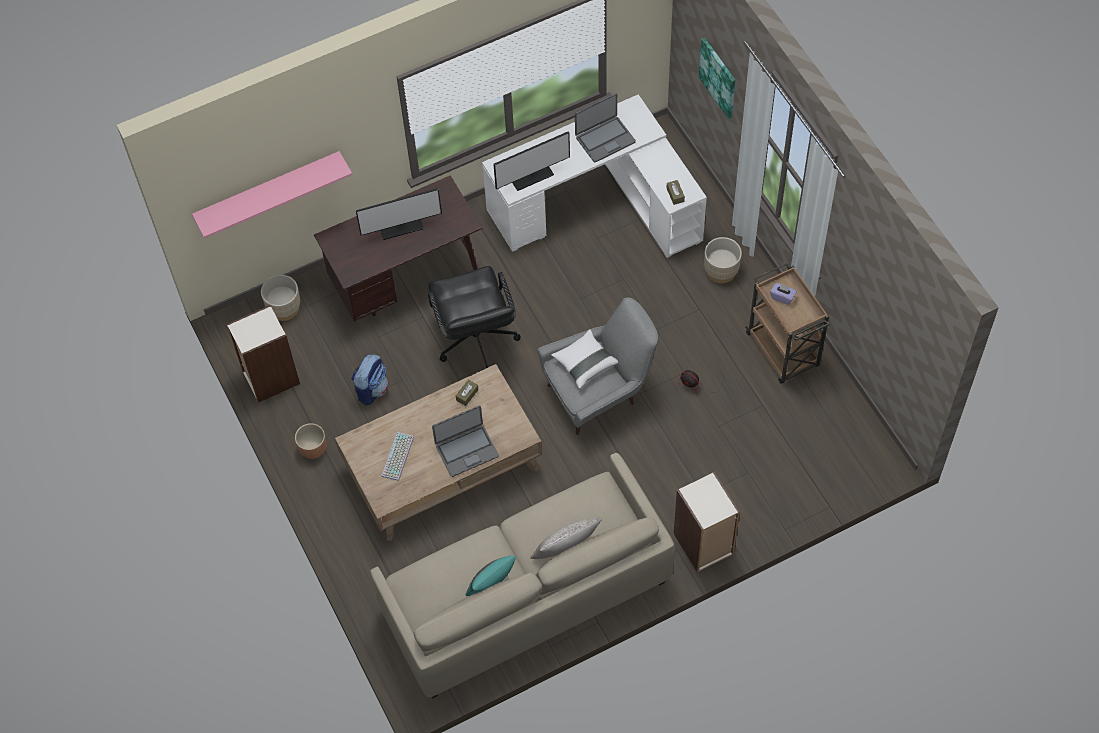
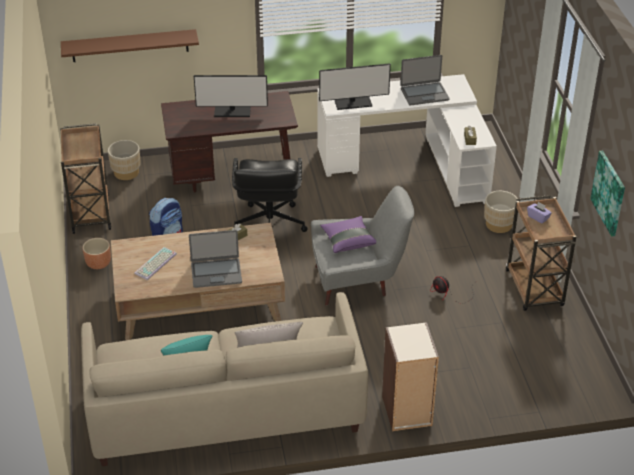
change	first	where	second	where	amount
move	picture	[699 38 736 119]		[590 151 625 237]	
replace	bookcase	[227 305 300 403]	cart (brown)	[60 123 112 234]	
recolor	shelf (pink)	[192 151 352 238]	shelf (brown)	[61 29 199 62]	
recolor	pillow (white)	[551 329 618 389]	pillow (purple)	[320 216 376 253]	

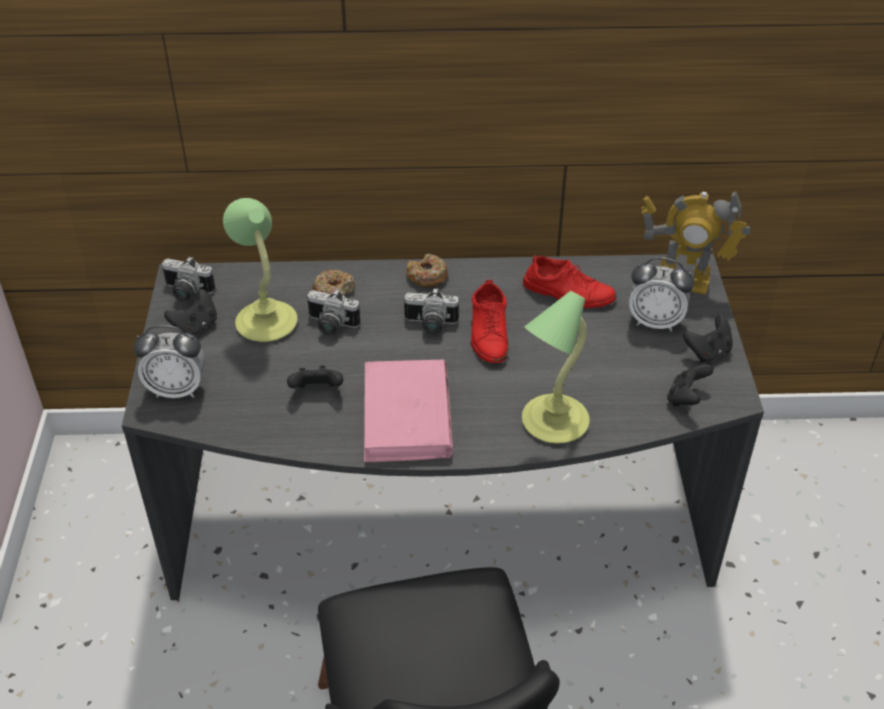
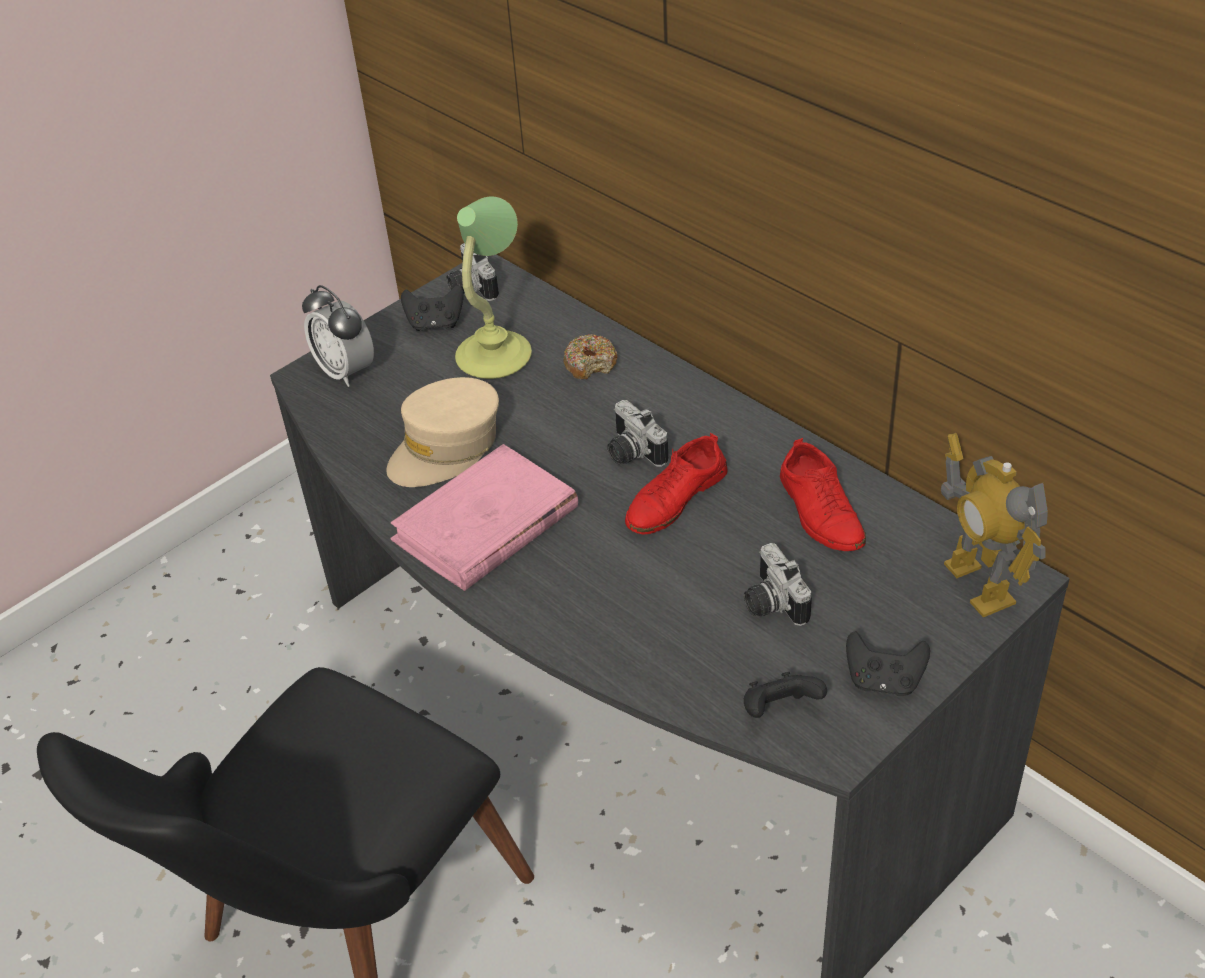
change	first	where	second	where	amount
delete	donut	[406 254 448 288]			
delete	table lamp	[522 291 590 444]			
delete	alarm clock	[629 258 694 332]			
move	photo camera	[307 289 360 336]		[744 543 812 626]	
replace	game controller (black)	[287 366 343 388]	cap (beige)	[386 377 499 487]	

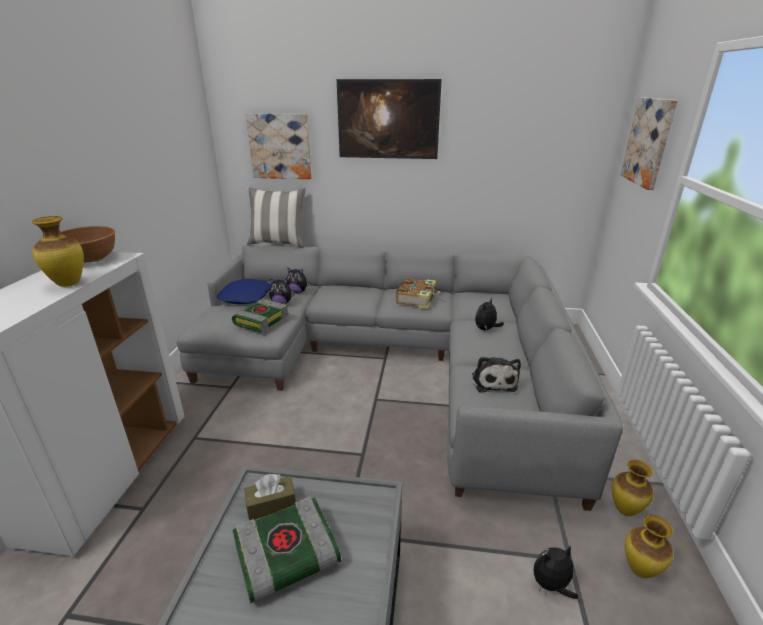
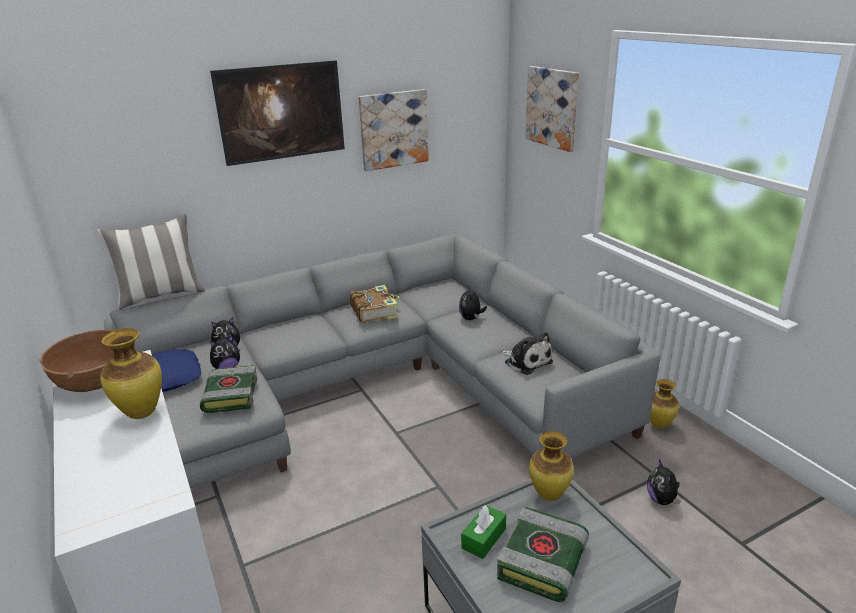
change	first	where	second	where	amount
move	picture	[246 113 312 179]		[358 89 429 171]	
move	vase	[625 515 673 578]		[529 431 574 501]	
recolor	tissue box (brown)	[245 474 296 520]	tissue box (green)	[461 505 506 559]	
rotate	plush toy	[534 546 578 599]		[647 460 681 505]	45 degrees counterclockwise

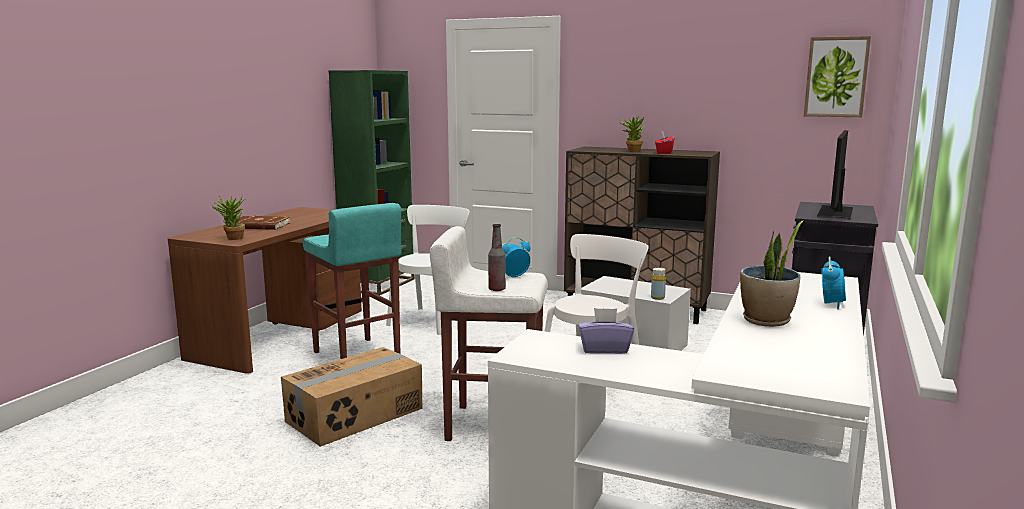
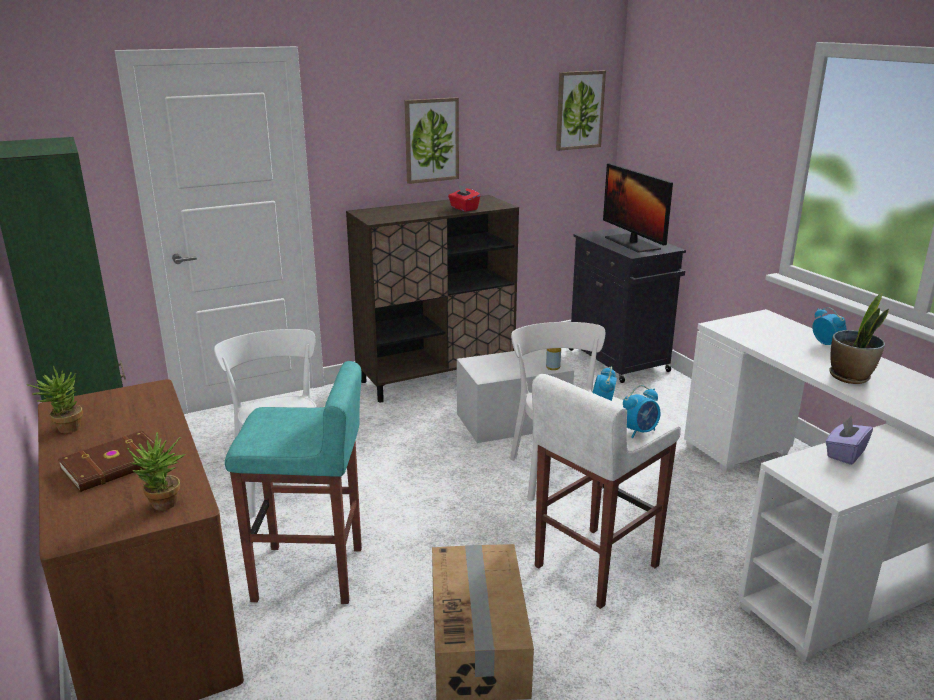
change	first	where	second	where	amount
insert			picture	[404 97 459 184]	
move	potted plant	[619 115 645 152]		[27 366 83 433]	
replace	bottle	[488 224 506 291]	alarm clock	[623 385 661 438]	

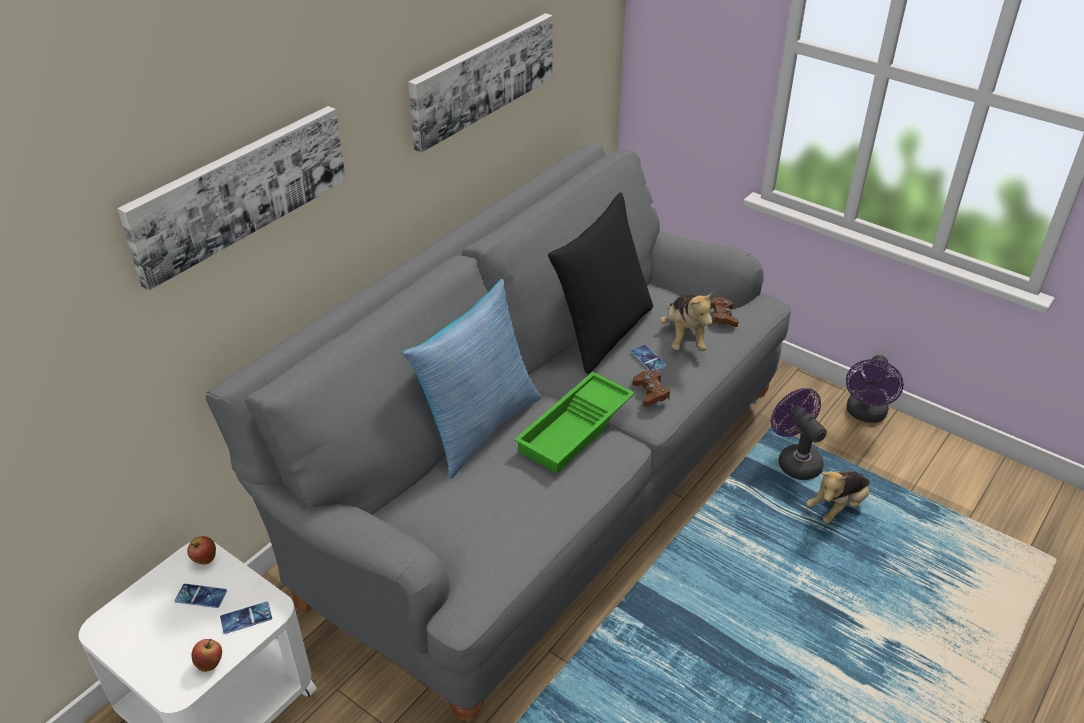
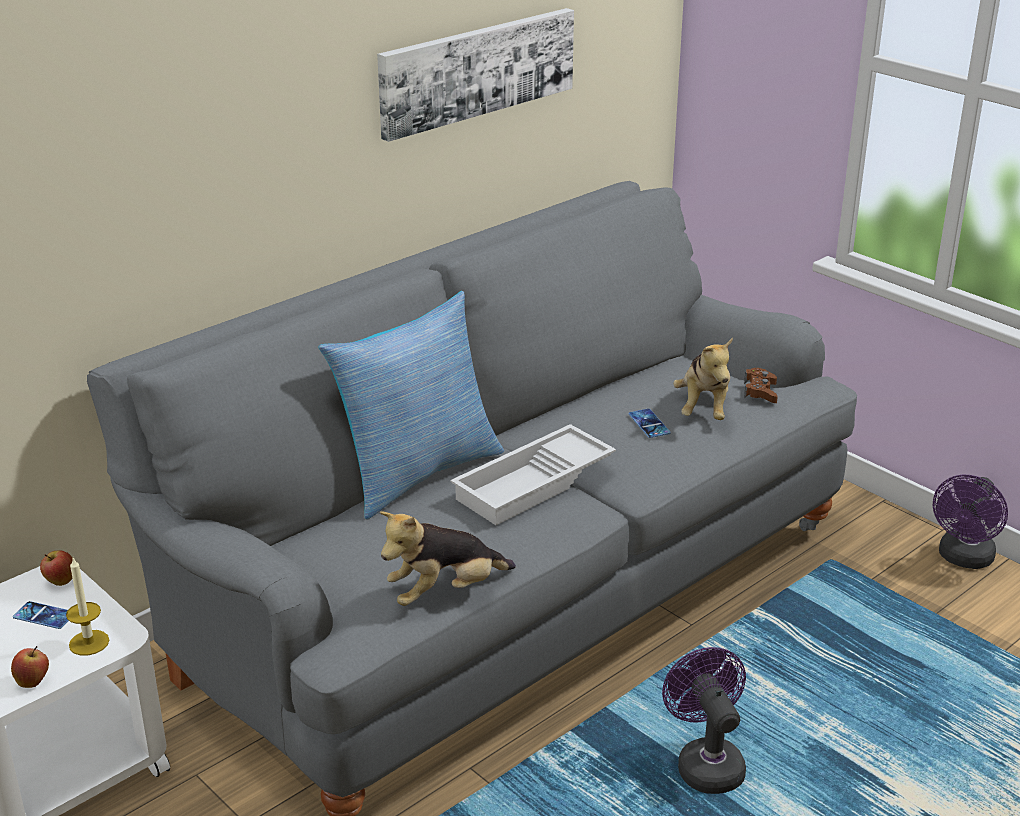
change	first	where	second	where	amount
delete	picture	[117 106 346 291]			
delete	pillow (black)	[548 193 653 374]			
delete	game controller (brown)	[633 370 670 406]			
move	fan (purple)	[771 388 827 480]		[662 647 746 794]	
move	plush toy	[806 471 870 524]		[380 511 516 606]	
replace	phone	[220 602 272 634]	candle	[66 558 109 656]	
recolor	tray (green)	[514 372 635 474]	tray (white)	[450 424 616 525]	

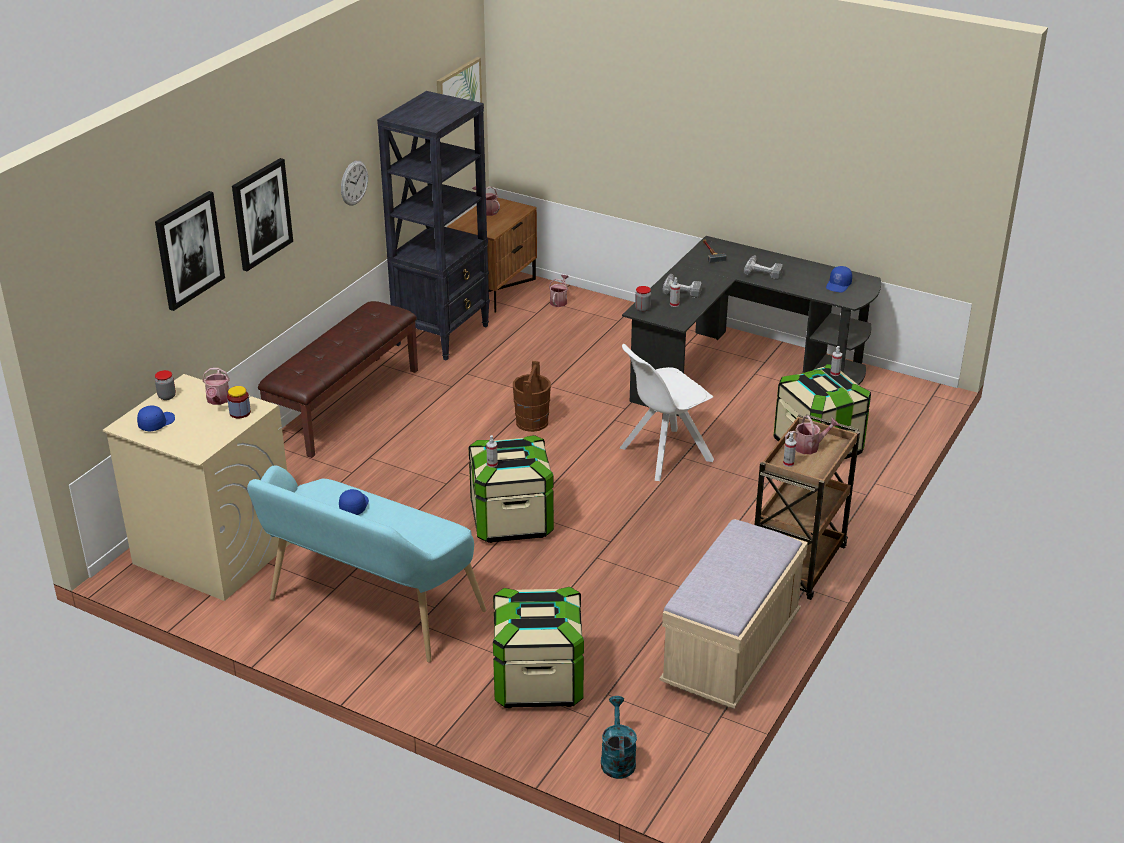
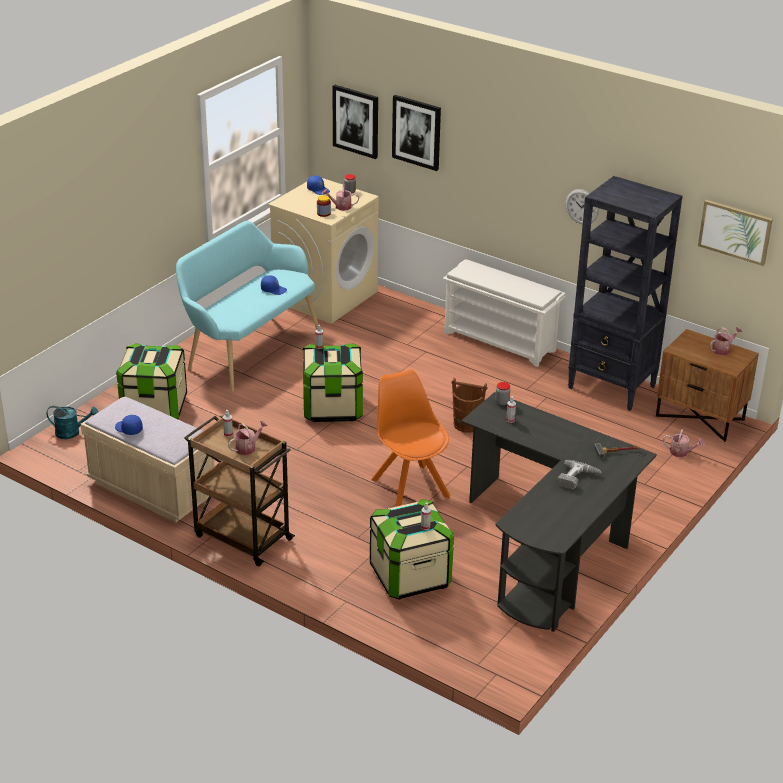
change	first	where	second	where	amount
delete	power drill	[663 274 702 298]			
move	picture	[232 158 293 271]		[332 85 378 159]	
move	cap (blue)	[826 266 852 292]		[115 415 143 435]	
replace	bench (brown)	[258 301 418 458]	shoe rack (white)	[443 259 565 367]	
recolor	chair (white)	[619 344 714 481]	chair (orange)	[371 369 450 507]	
rotate	watering can	[785 415 840 454]		[228 421 268 455]	120 degrees counterclockwise

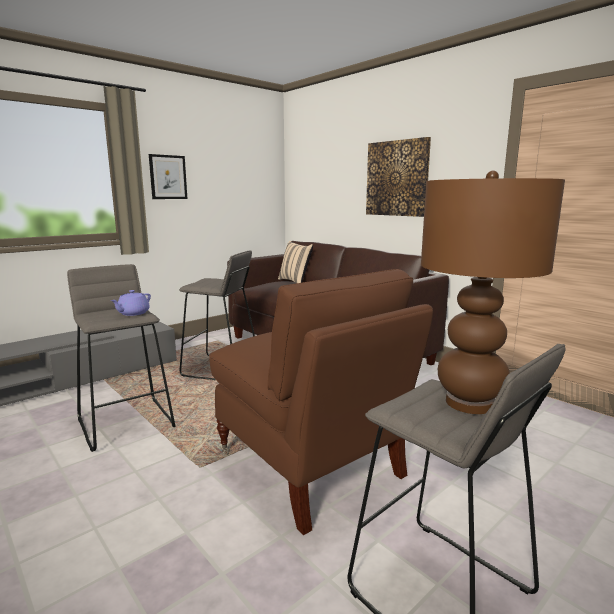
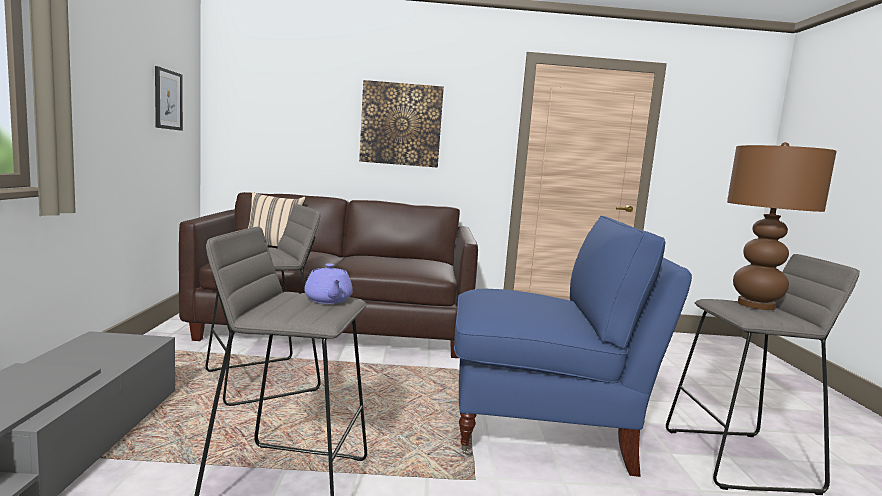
change	first	where	second	where	amount
move	picture	[149 154 187 199]		[155 66 183 131]	
recolor	armchair (brown)	[209 269 433 535]	armchair (blue)	[454 216 692 477]	

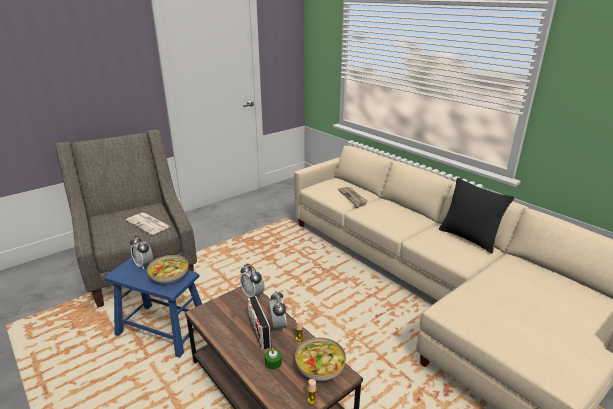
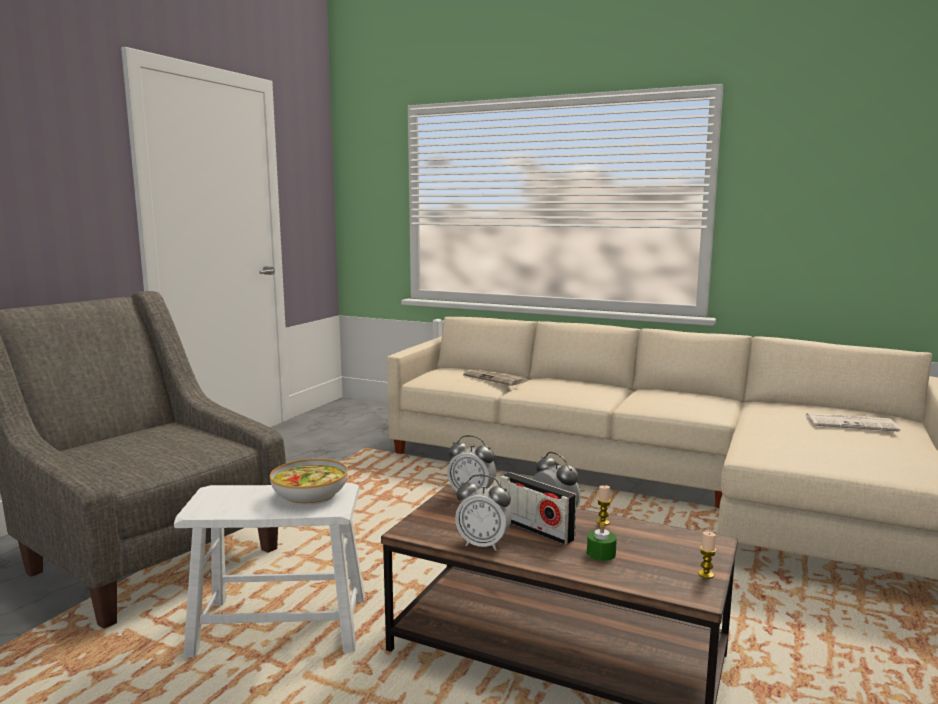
change	first	where	second	where	amount
delete	bowl	[295 338 346 381]			
delete	pillow (black)	[439 178 514 253]			
move	newspaper	[126 213 171 235]		[806 413 900 432]	
move	alarm clock	[130 235 153 270]		[455 474 512 551]	
recolor	stool (blue)	[104 257 202 358]	stool (white)	[174 483 365 658]	

